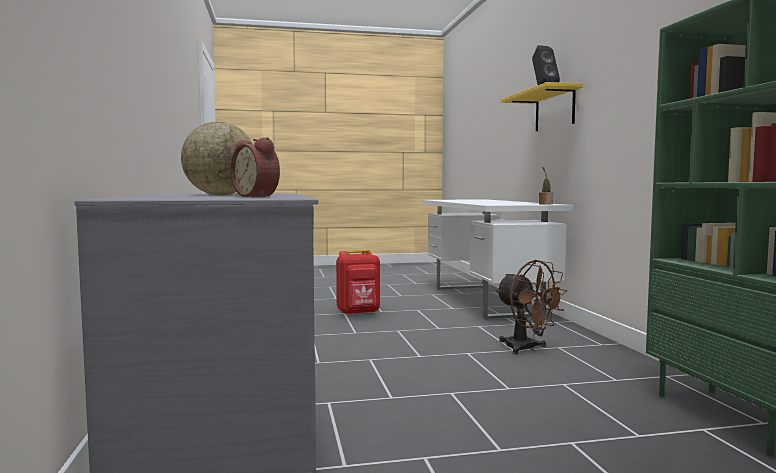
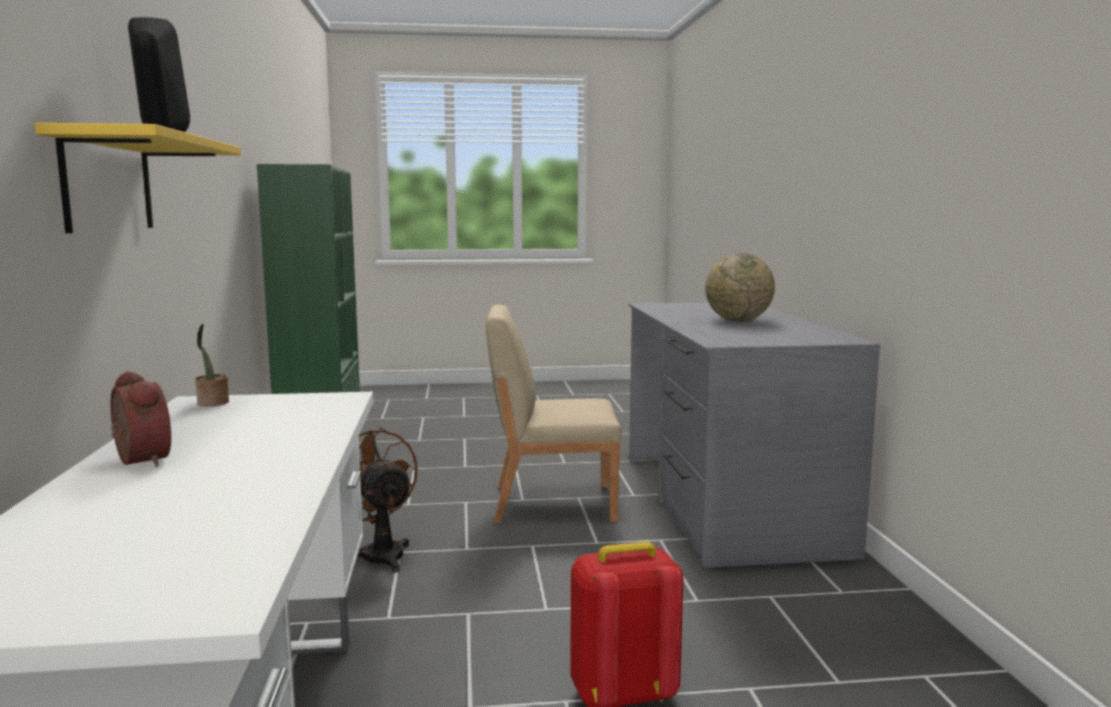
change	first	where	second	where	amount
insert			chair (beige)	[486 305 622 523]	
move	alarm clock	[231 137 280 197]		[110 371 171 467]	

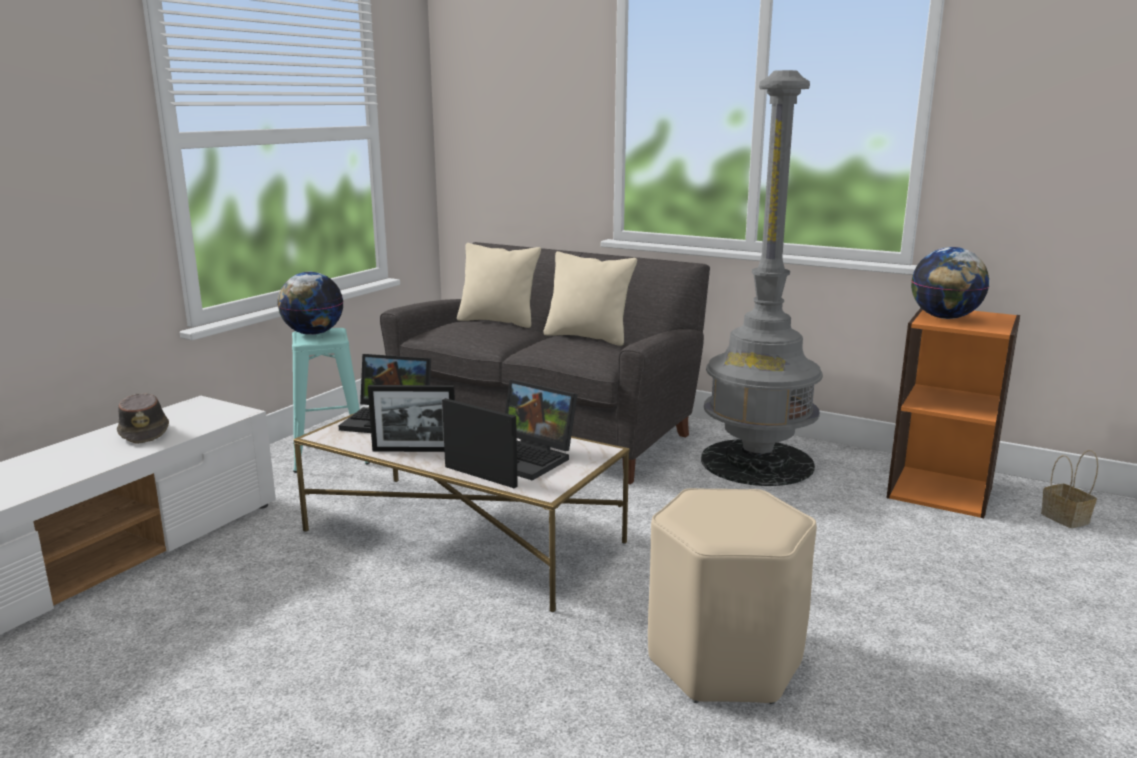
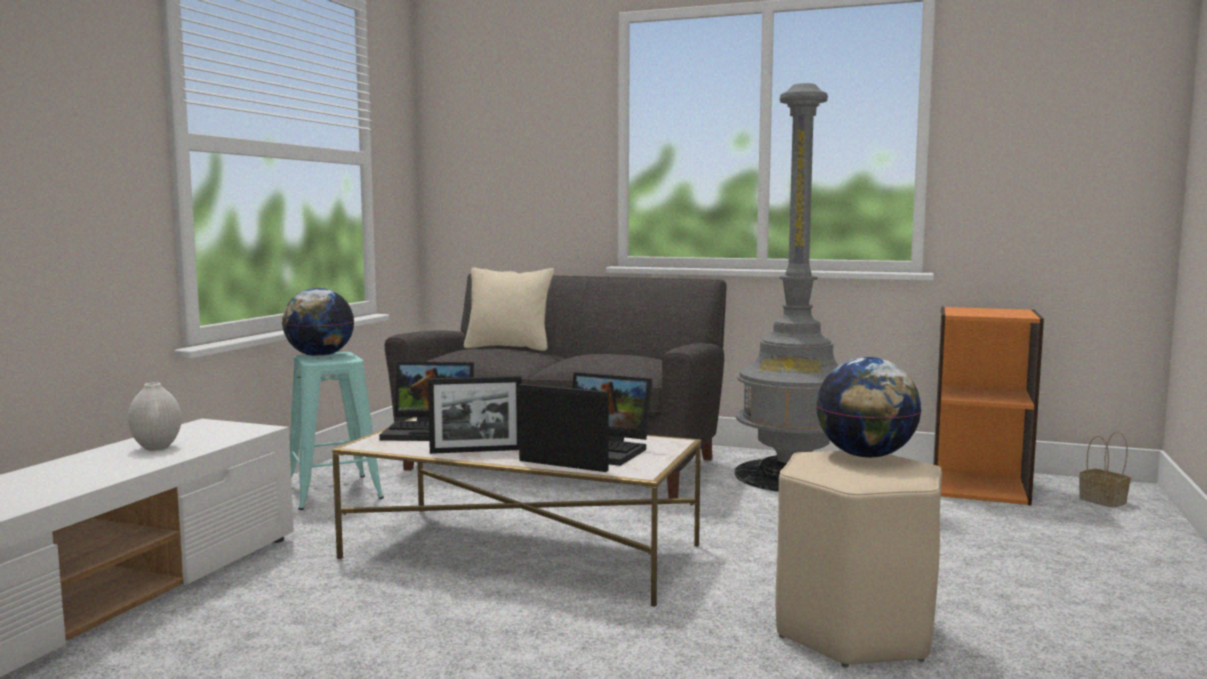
change	first	where	second	where	amount
delete	pillow (beige)	[543 251 637 346]			
move	globe	[911 247 989 319]		[816 357 922 458]	
replace	hat (brown)	[117 393 169 444]	vase (white)	[128 382 182 451]	

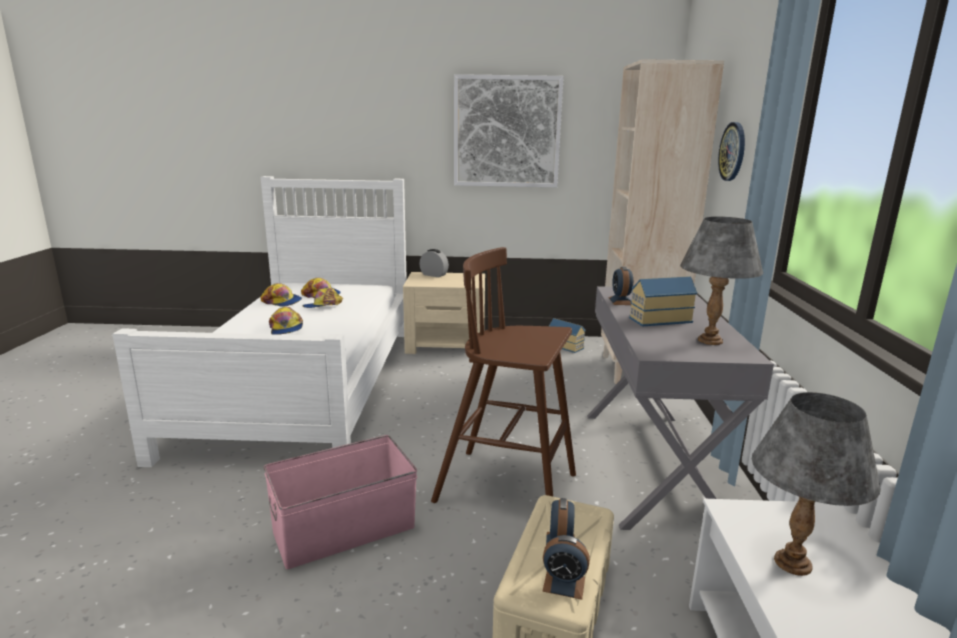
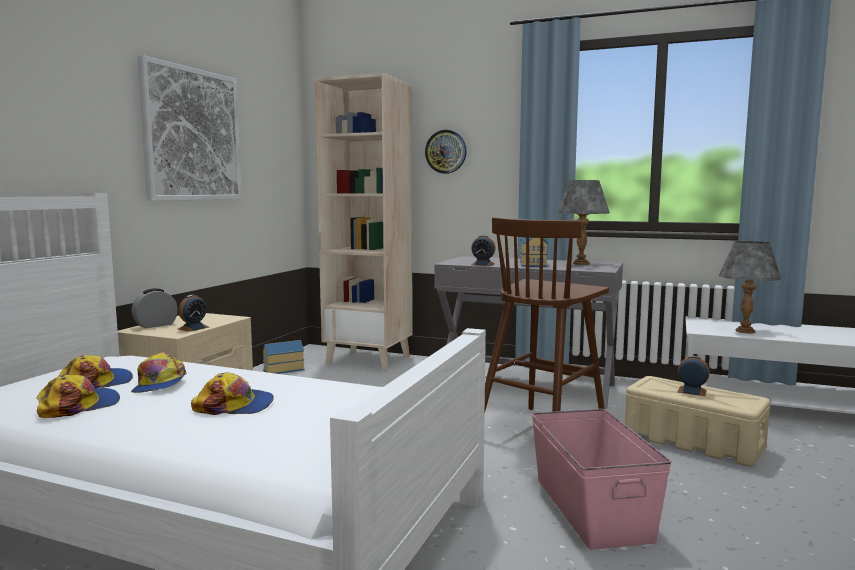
change	first	where	second	where	amount
move	alarm clock	[542 535 590 600]		[178 295 209 332]	

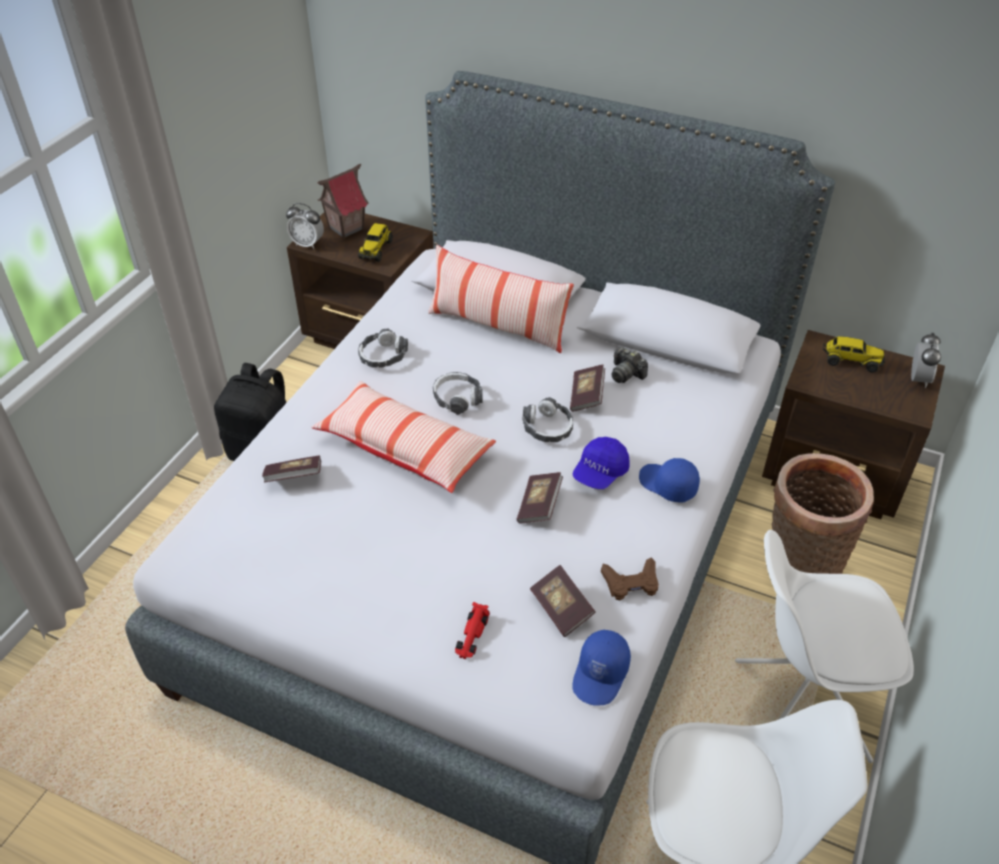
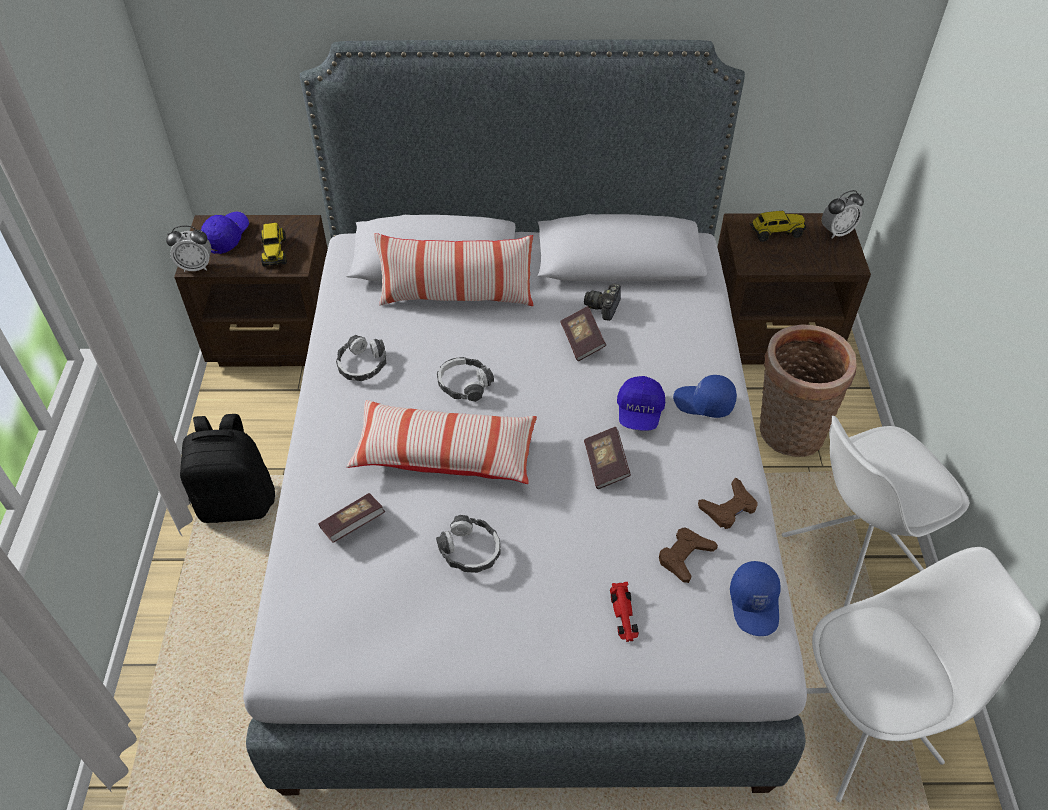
change	first	where	second	where	amount
move	headphones	[523 397 573 442]		[436 515 500 573]	
replace	toy house	[318 164 369 239]	cap (blue)	[201 211 249 254]	
replace	book	[530 565 595 637]	game controller (brown)	[659 527 718 583]	
rotate	photo camera	[612 347 648 383]		[584 283 621 321]	90 degrees clockwise
rotate	alarm clock	[911 333 941 388]		[822 190 864 239]	75 degrees clockwise

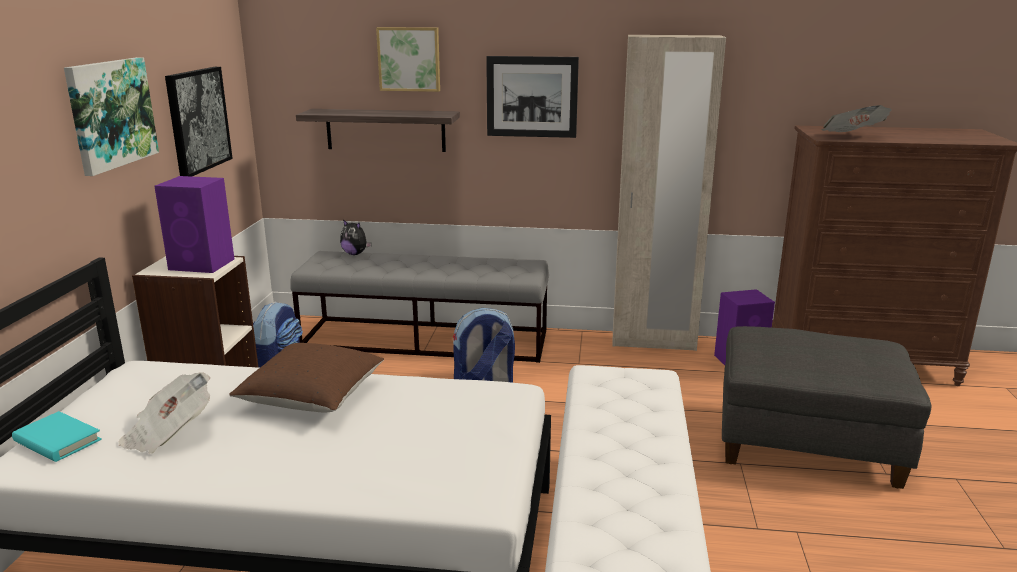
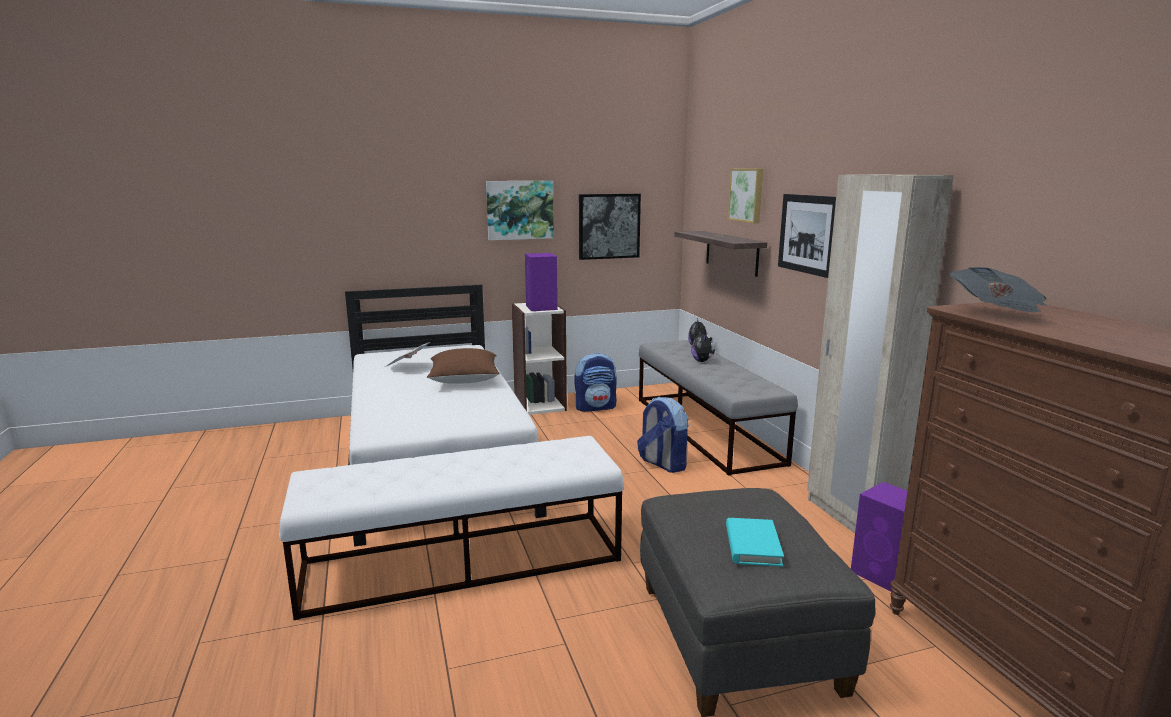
change	first	where	second	where	amount
insert			plush toy	[691 331 715 362]	
move	book (turquoise)	[12 411 102 462]		[726 518 784 567]	

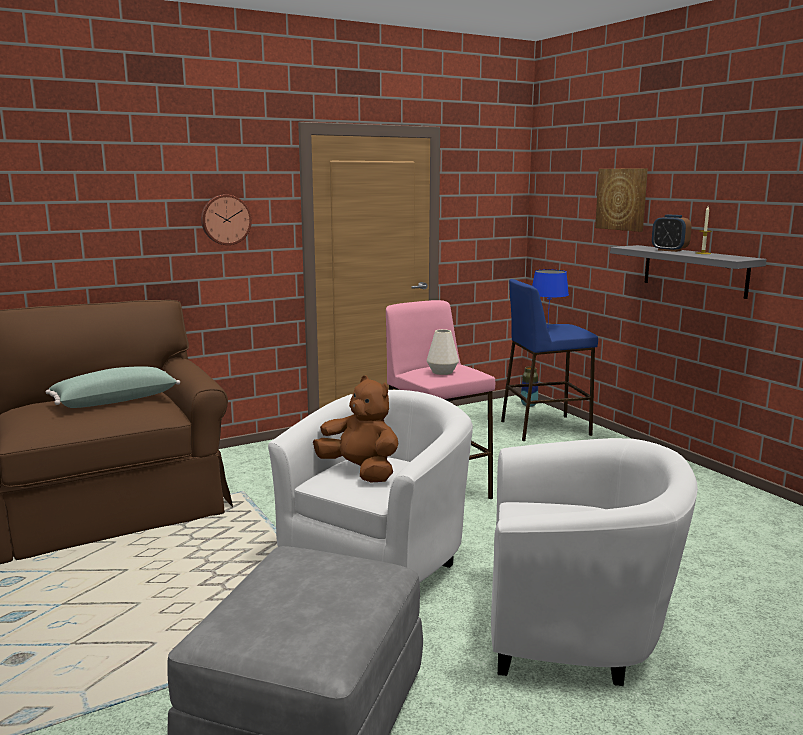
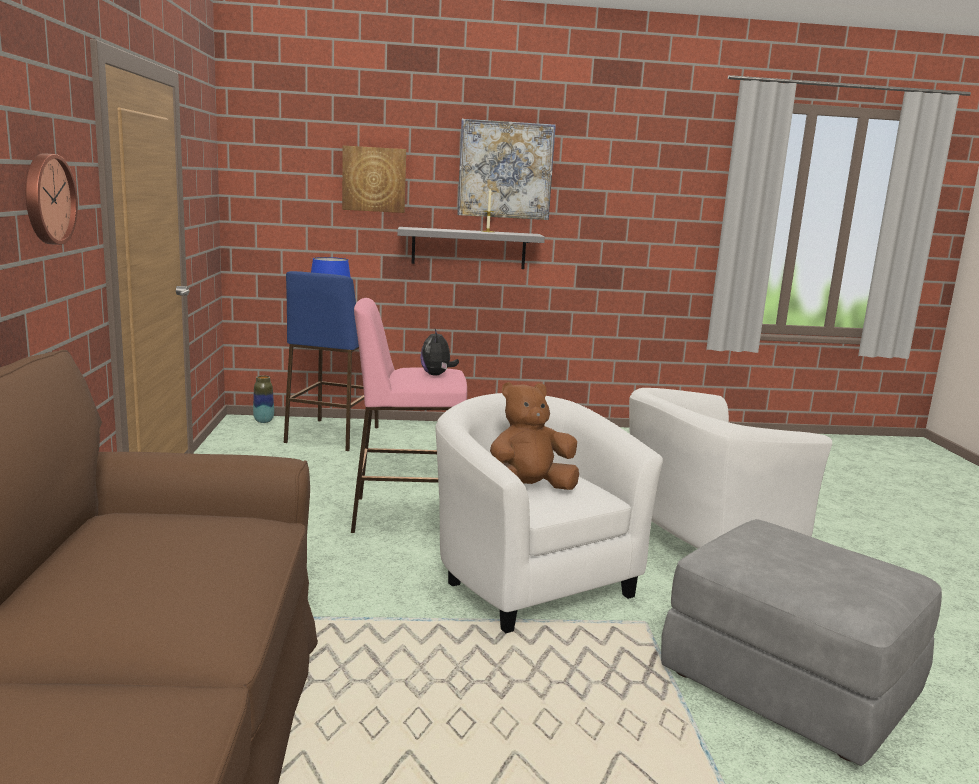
change	first	where	second	where	amount
delete	pillow (green)	[46 366 180 408]			
delete	alarm clock	[652 215 692 252]			
insert			picture	[457 119 556 220]	
replace	vase (white)	[427 329 459 375]	plush toy	[420 329 459 375]	
rotate	armchair (white)	[491 438 698 686]		[629 388 832 548]	150 degrees counterclockwise

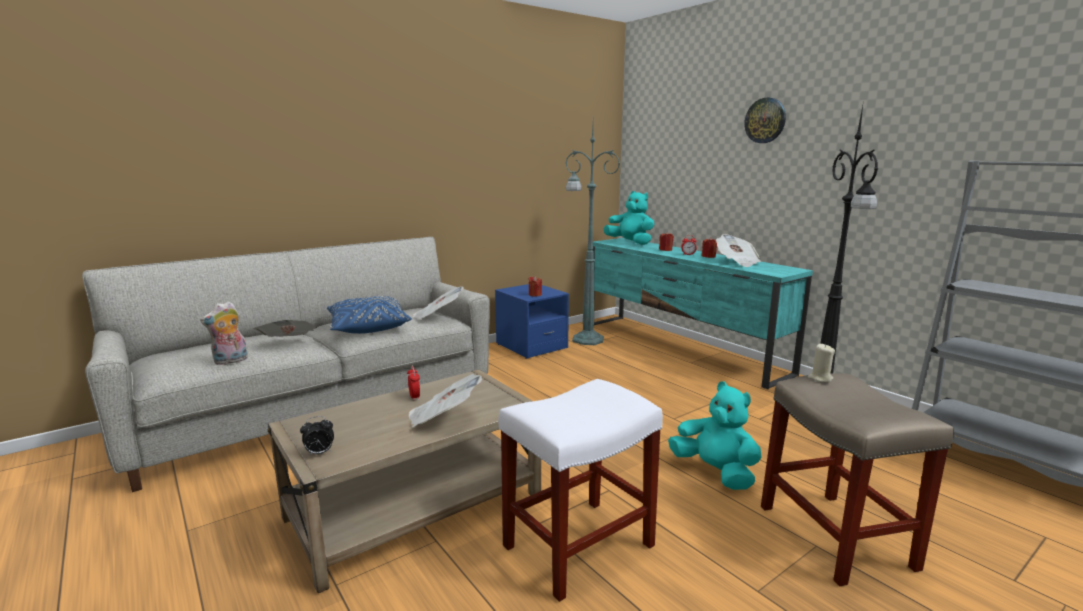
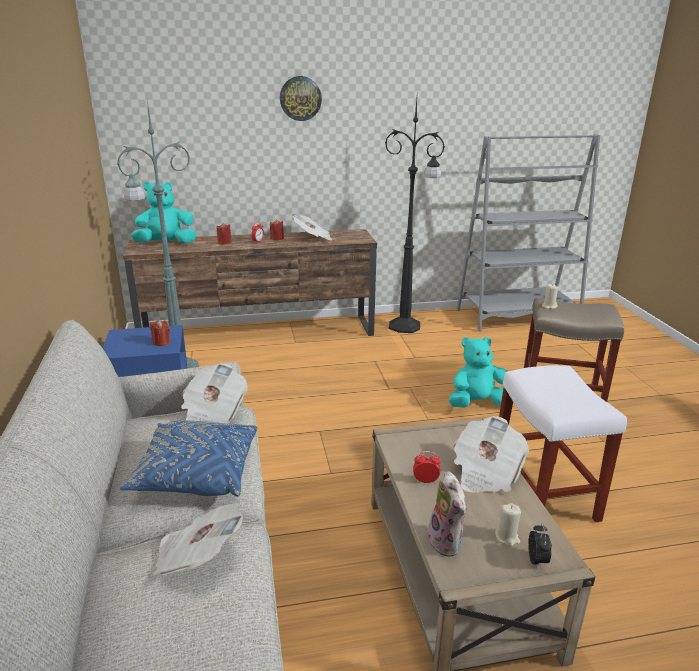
change	first	where	second	where	amount
insert			candle (beige)	[495 503 521 546]	
move	plush toy	[200 301 248 365]		[428 471 468 557]	
recolor	tv stand (turquoise)	[593 238 813 389]	tv stand (brown)	[123 229 377 336]	

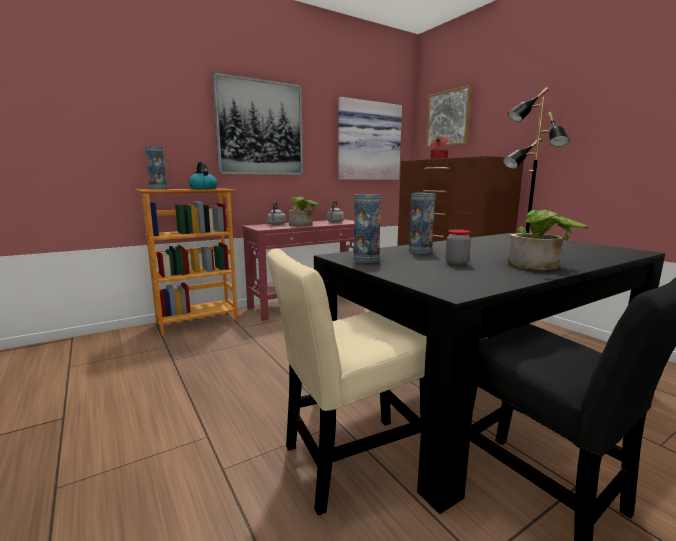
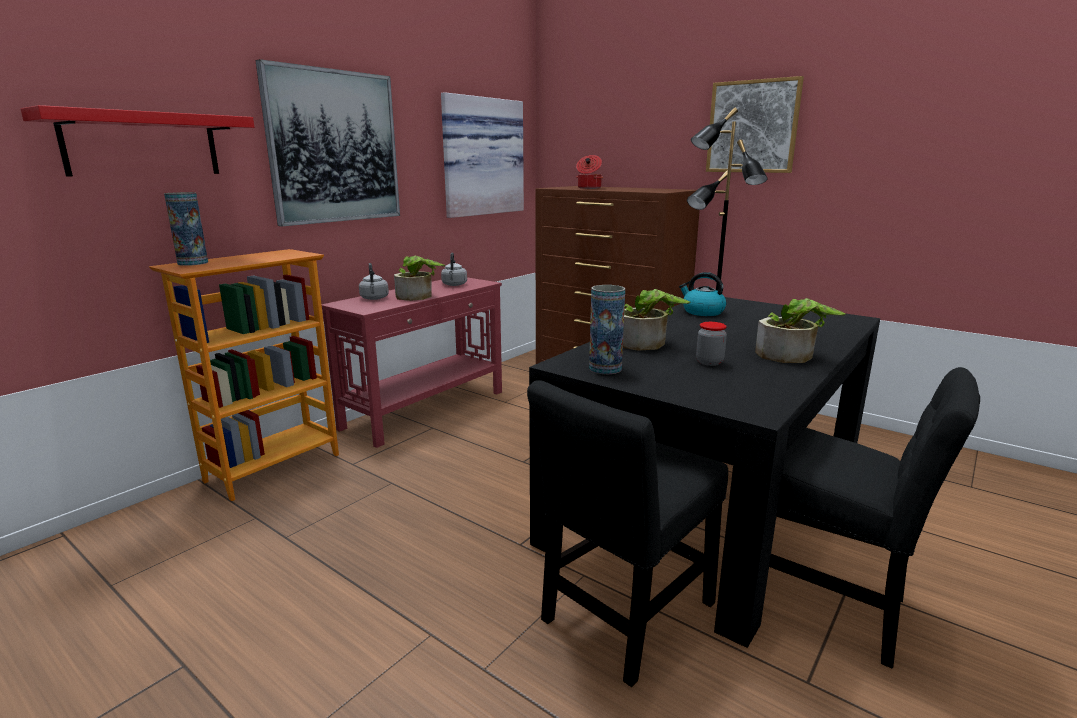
change	first	where	second	where	amount
insert			shelf (red)	[21 105 254 177]	
move	kettle	[188 162 217 189]		[679 272 726 316]	
move	picture	[426 85 472 148]		[706 76 804 173]	
replace	vase	[409 193 436 254]	potted plant	[623 289 690 351]	
recolor	chair (beige)	[267 249 427 515]	chair (black)	[527 380 728 687]	

